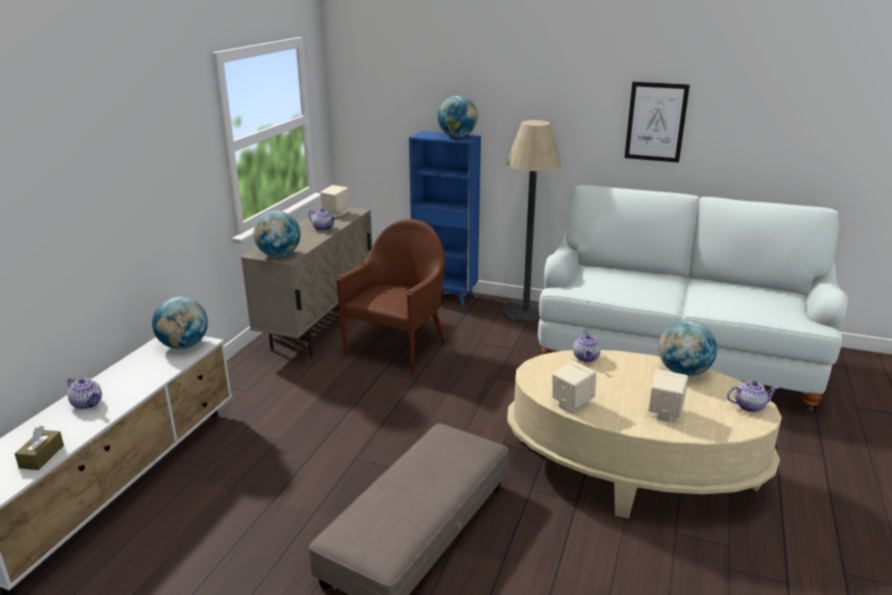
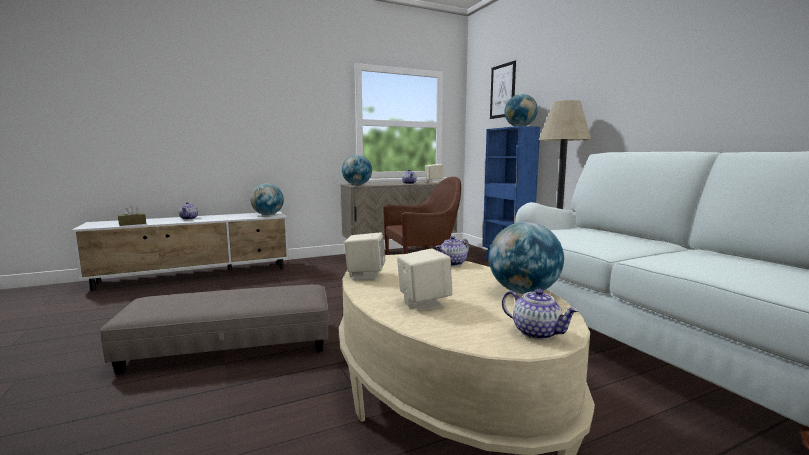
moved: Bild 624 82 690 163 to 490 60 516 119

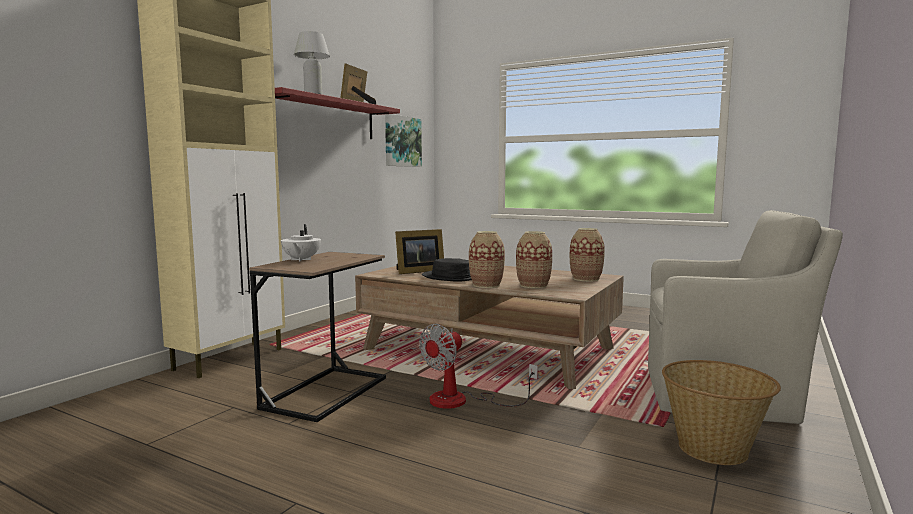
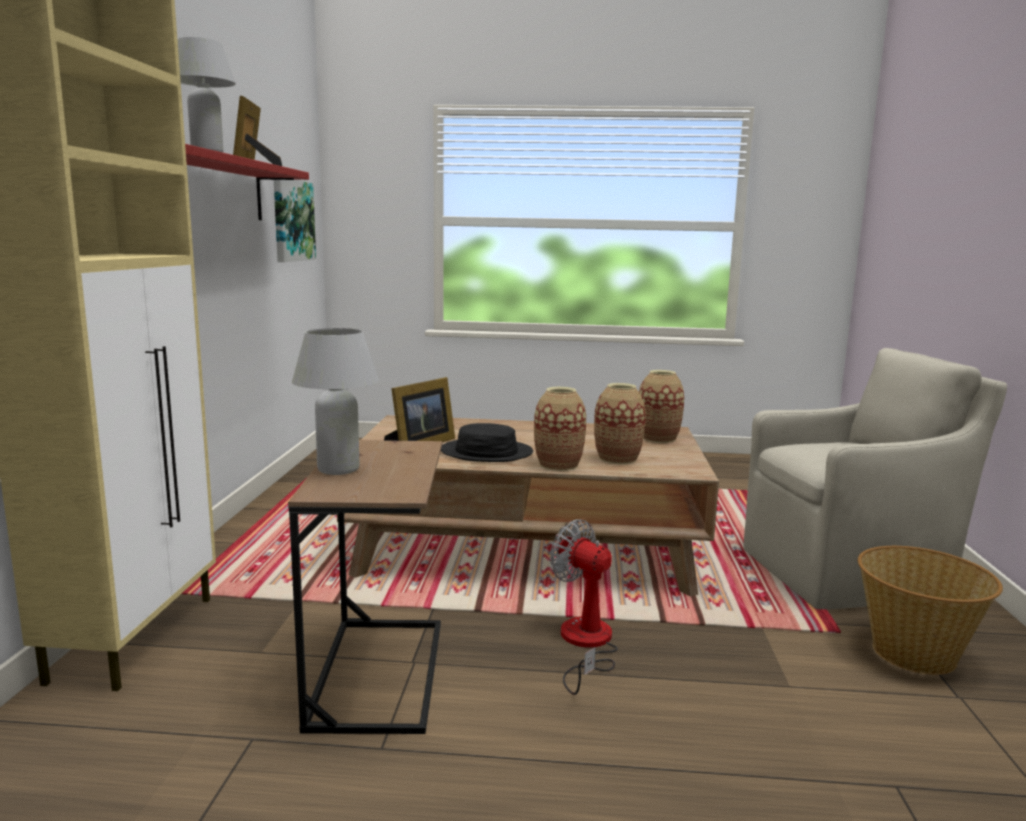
replaced: Teekanne/weiß 281 224 321 262 to Tischlampe/weiß 292 328 379 475
turned: Ventilator 419 324 538 409 = 550 519 618 695 120 degrees clockwise

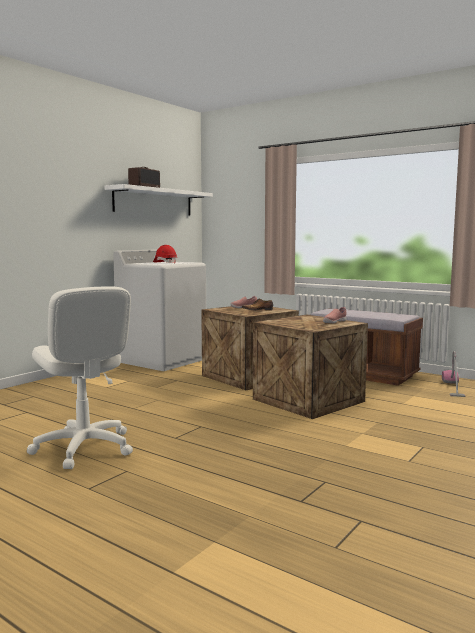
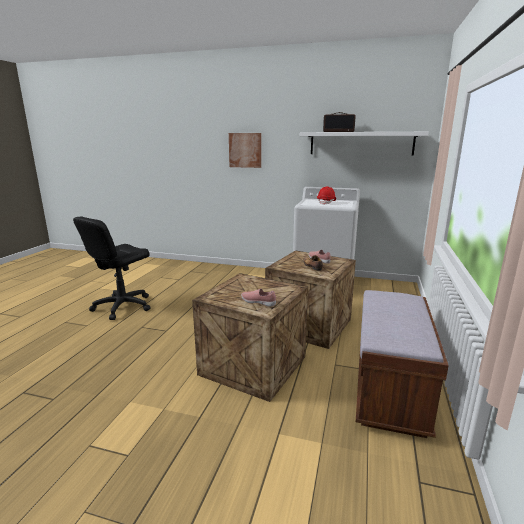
removed: Staubsauger 442 351 465 397
added: Bild 229 133 261 168
recoloured: Bürostuhl/weiß 27 287 133 469 to Bürostuhl/schwarz 73 217 151 320

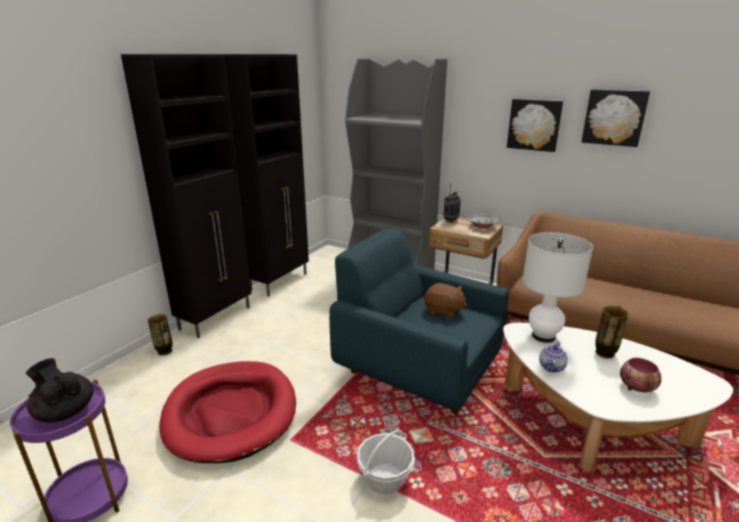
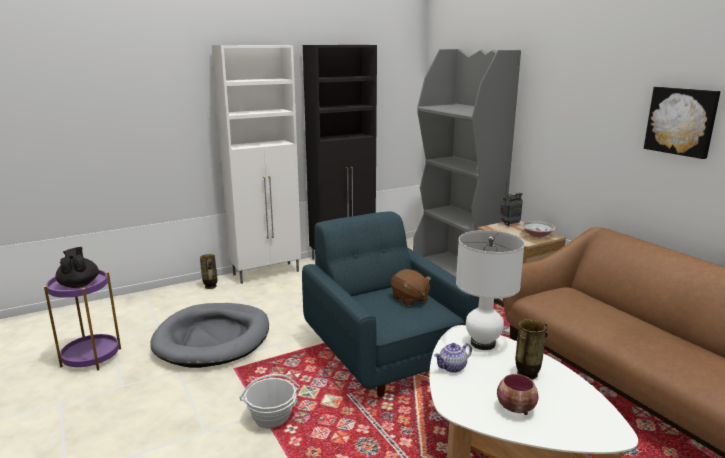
removed: Bild 507 99 563 152
recoloured: Schrank/schwarz 121 54 252 338 to Schrank/weiß 212 45 301 284; Hundebett/rot 159 361 296 463 to Hundebett/grau 150 303 269 368

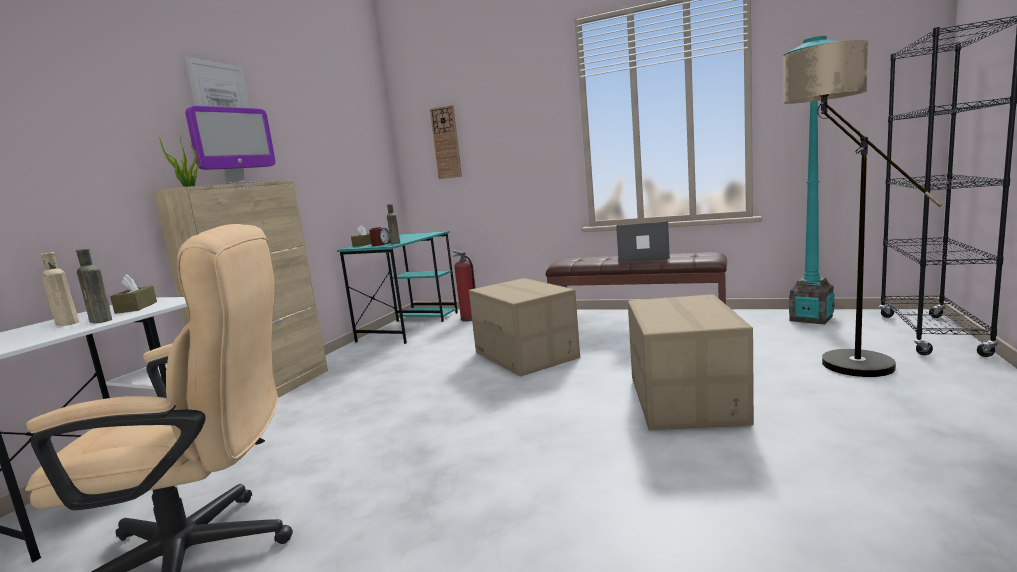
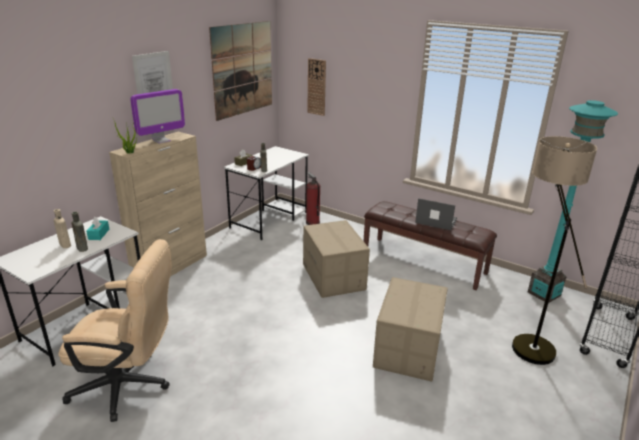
added: Bild 209 21 272 121
recoloured: Taschentuchbox/braun 110 274 157 314 to Taschentuchbox/türkis 86 217 109 240; Schreibtisch/türkis 337 231 458 344 to Schreibtisch/weiß 223 146 309 240

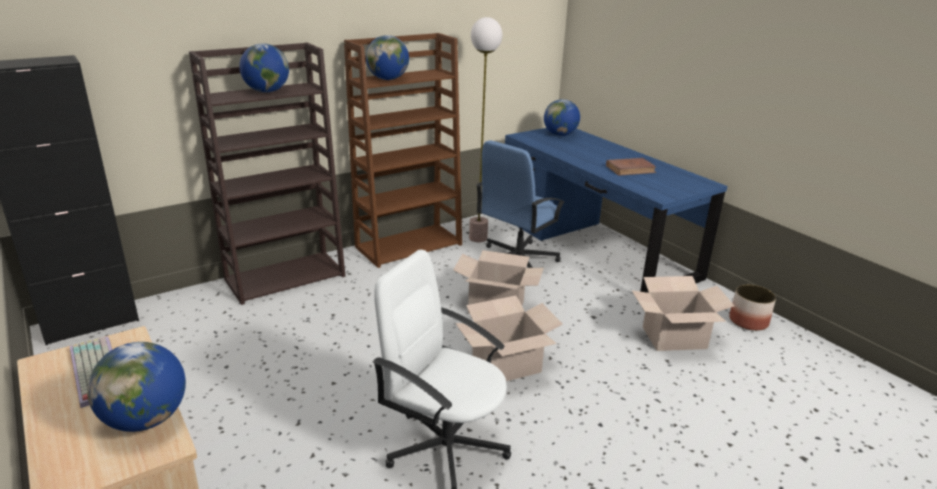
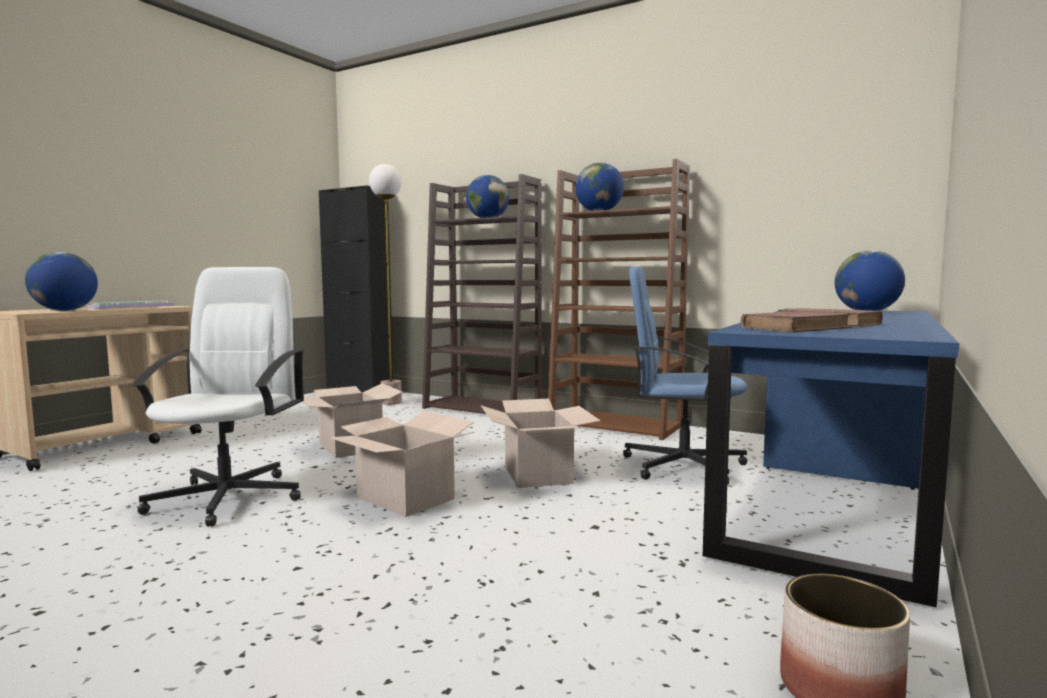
added: Buch/braun 741 311 853 332
moved: Stehlampe 469 17 502 242 to 369 164 402 405; Karton 632 276 734 351 to 295 383 402 458

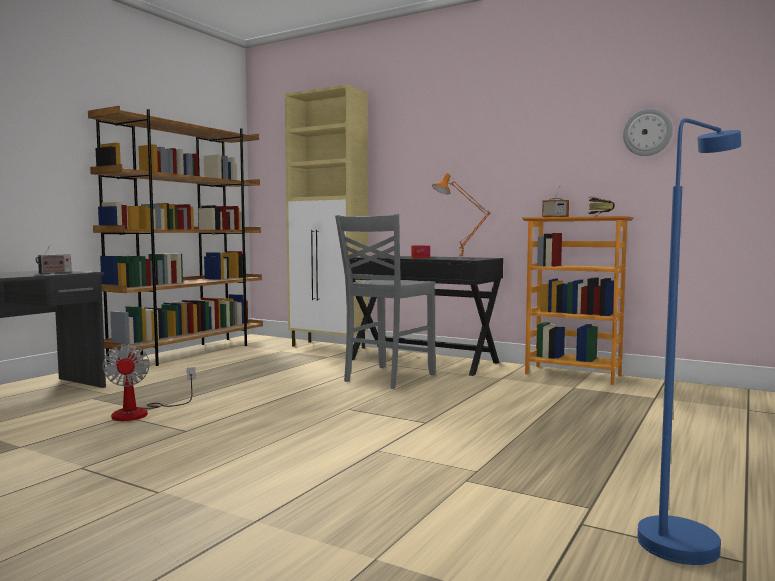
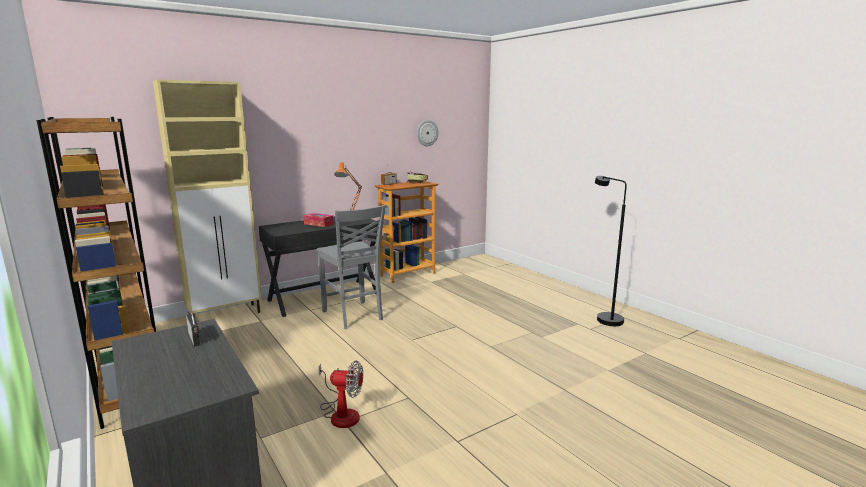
recoloured: Stehlampe/blau 637 118 741 565 to Stehlampe/schwarz 595 176 627 326

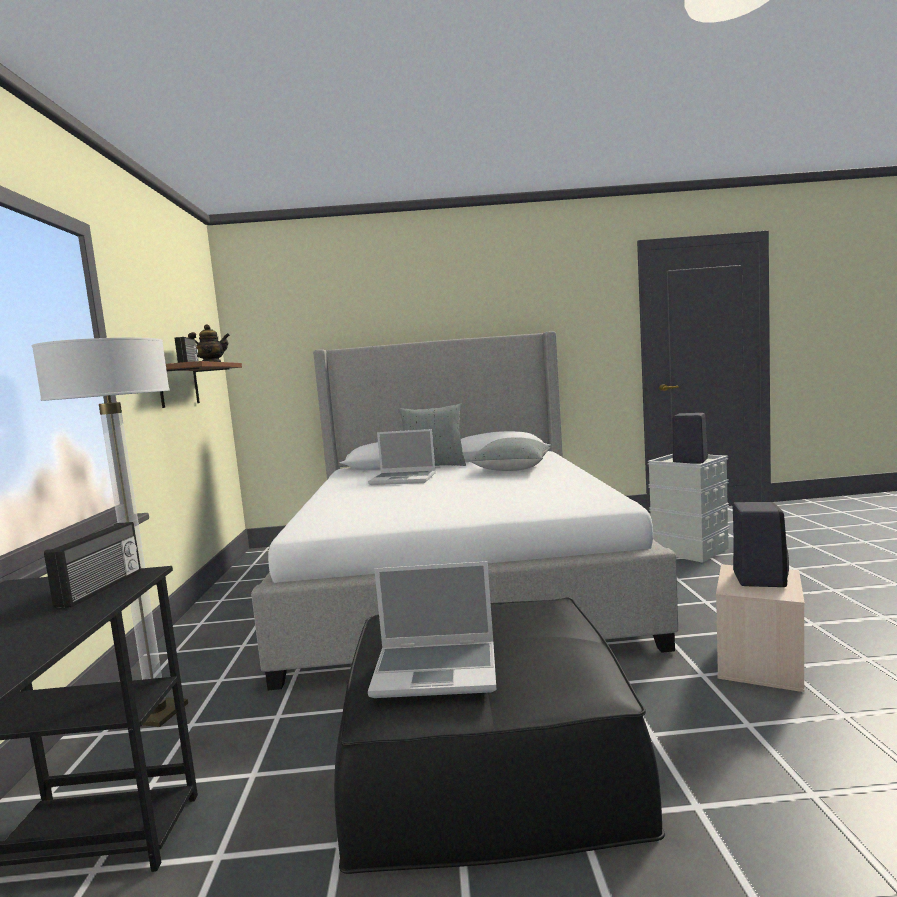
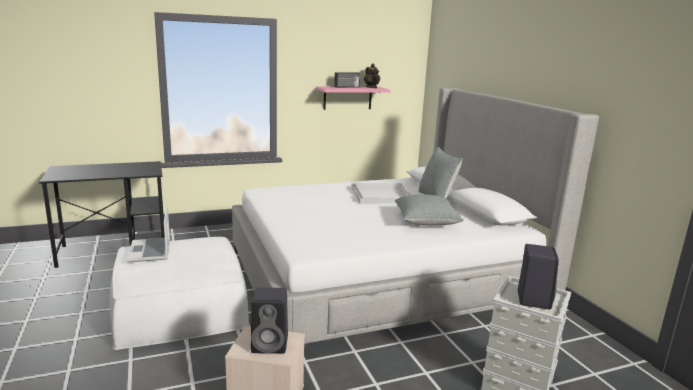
removed: Stehlampe 32 337 188 727; Radio 44 522 141 608
replaced: Laptop 368 429 436 485 to Tablett/weiß 351 183 411 204
recoloured: Wandregal/braun 160 361 242 408 to Wandregal/rosa 316 86 391 110; Polsterhocker/schwarz 334 598 665 874 to Polsterhocker/weiß 109 237 250 350

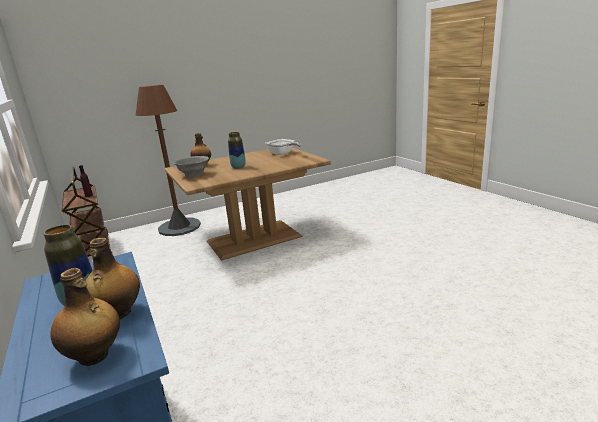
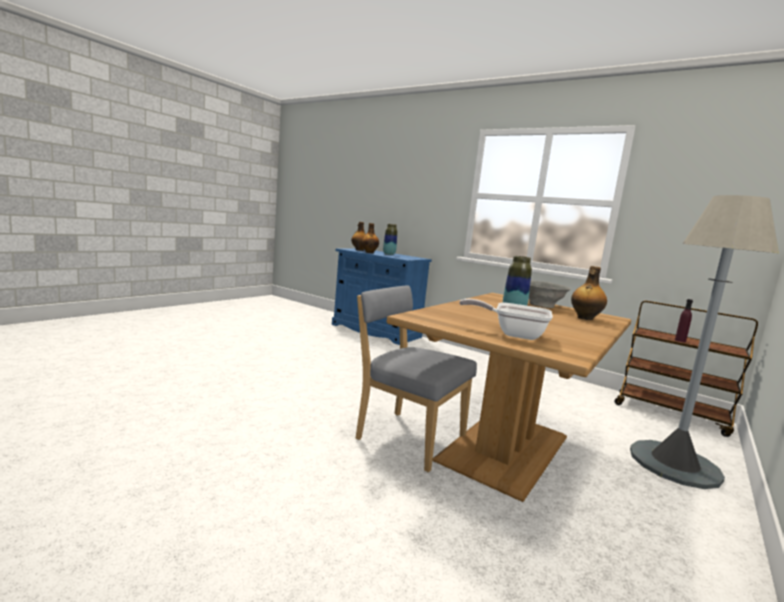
added: Stuhl/grau 356 285 477 472
recoloured: Stehlampe/braun 135 85 201 236 to Stehlampe/grau 630 195 779 489

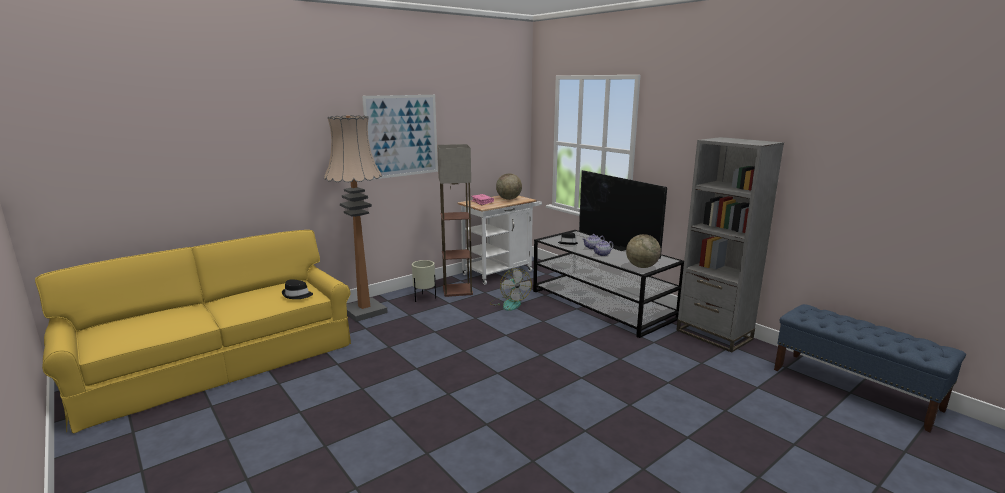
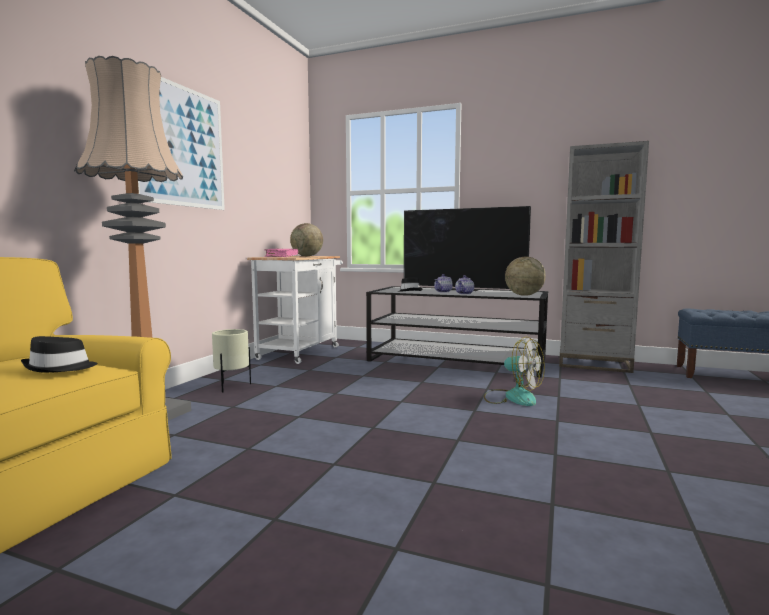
removed: Stehlampe 437 144 473 297
moved: Ventilator 490 268 532 311 to 484 337 545 406

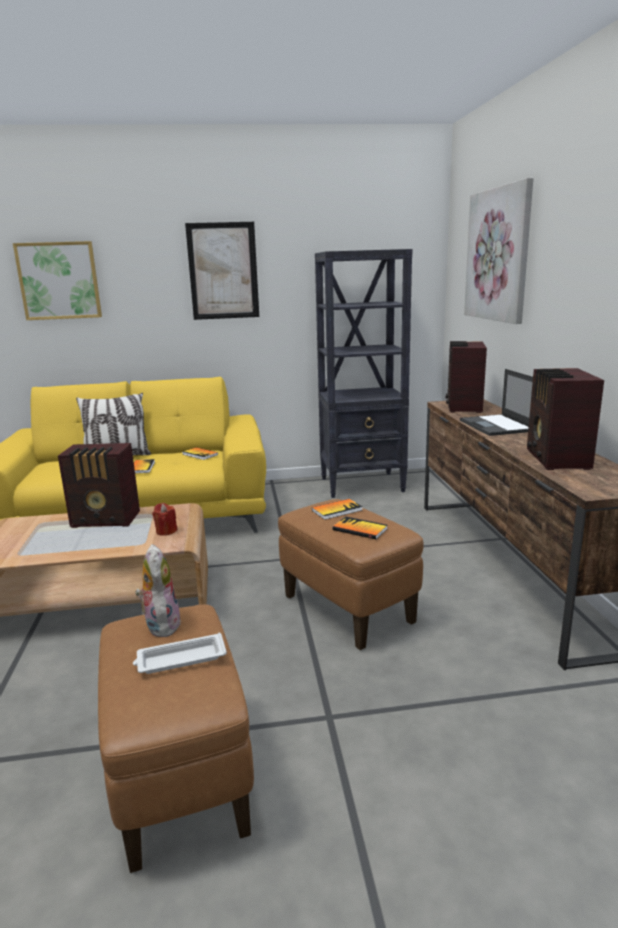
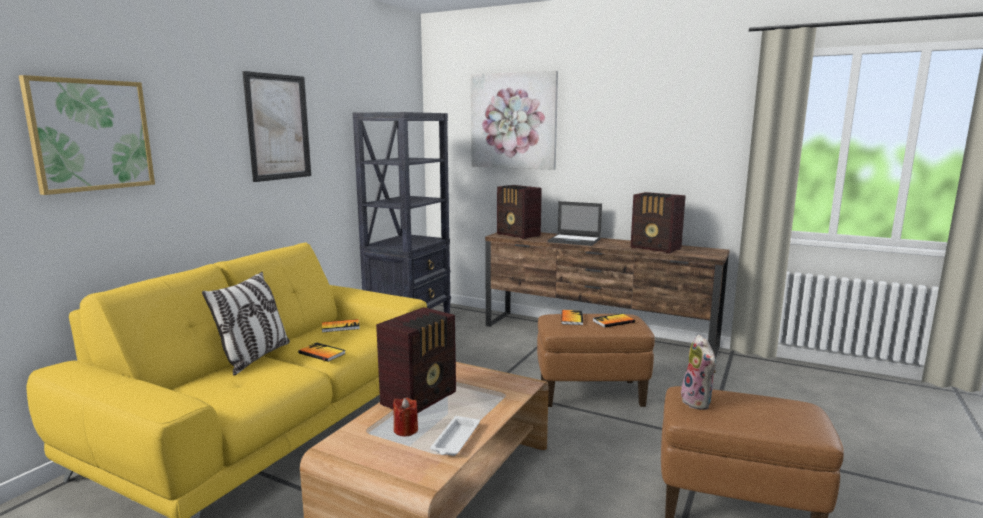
moved: Tablett/weiß 133 633 227 674 to 430 416 480 456; Kerze/rot 153 503 178 536 to 393 398 418 436
turned: Plüschtier 136 544 182 637 = 681 335 716 410 120 degrees counterclockwise

